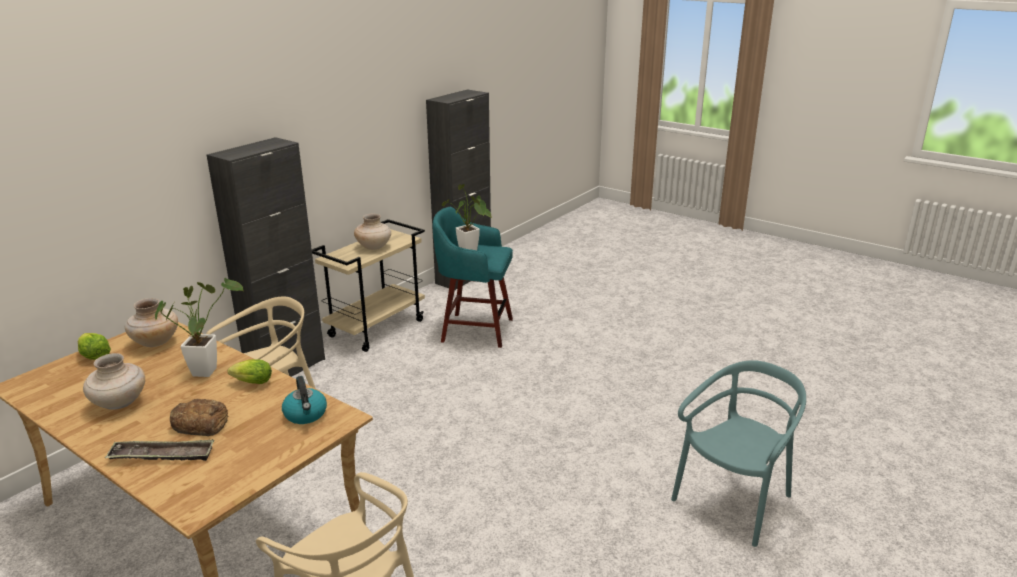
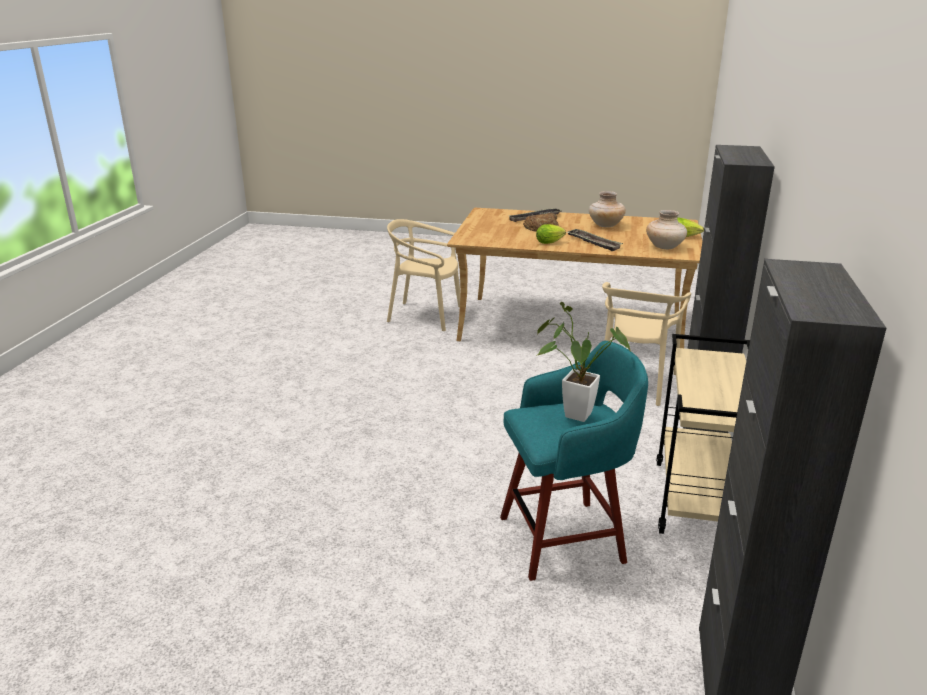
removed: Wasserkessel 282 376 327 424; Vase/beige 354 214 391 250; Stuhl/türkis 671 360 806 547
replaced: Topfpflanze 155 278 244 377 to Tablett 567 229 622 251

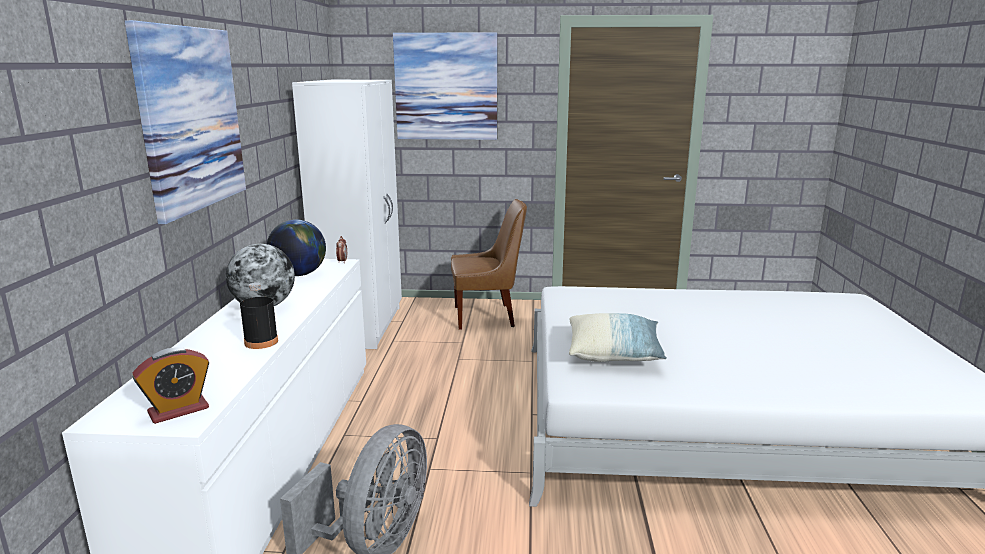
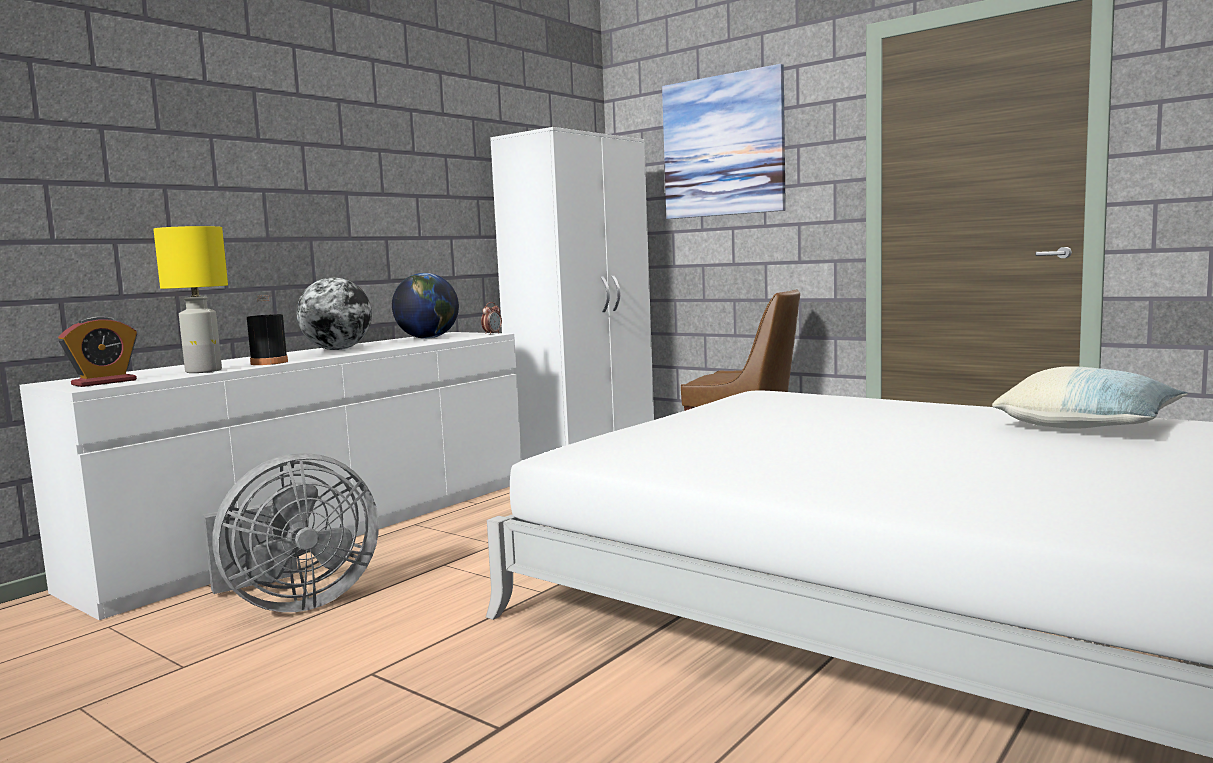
removed: Bild 125 20 246 224
added: Tischlampe/gelb 153 226 228 373
moved: Kissen 569 313 667 362 to 992 366 1188 429
turned: Wecker 132 347 209 424 = 58 316 137 387 45 degrees counterclockwise

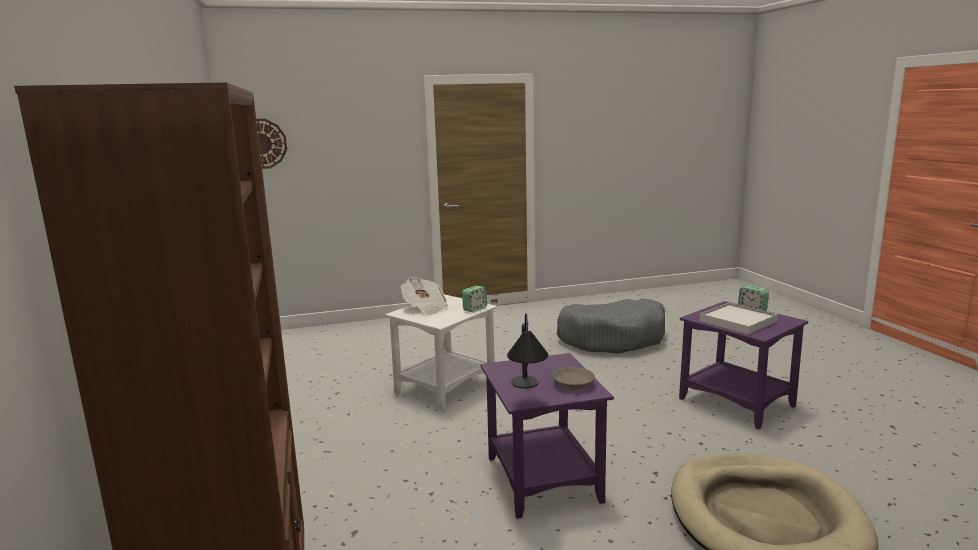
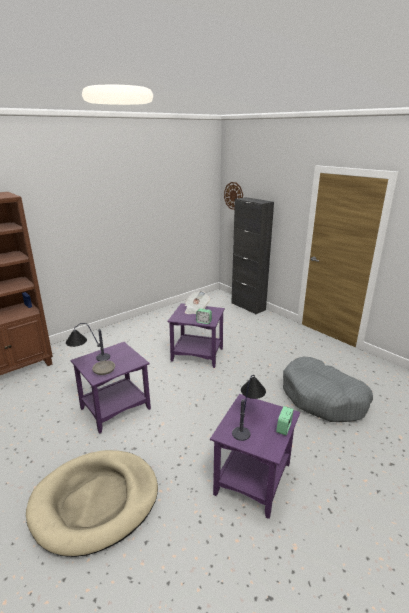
added: Schrank/schwarz 231 197 274 315
replaced: Tablett/weiß 700 303 777 334 to Tischlampe 232 375 266 441
recoloured: Beistelltisch/weiß 385 294 497 411 to Beistelltisch/lila 167 303 225 368

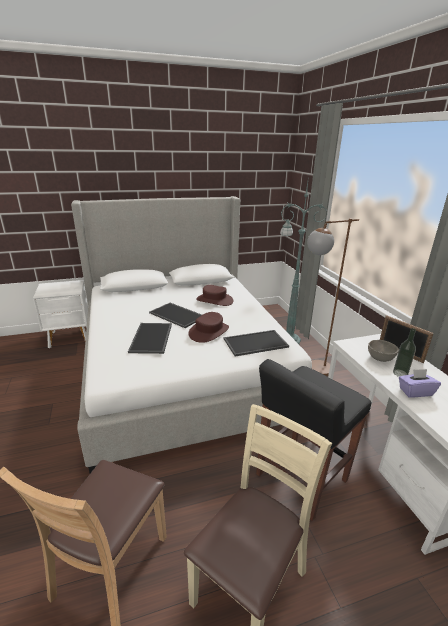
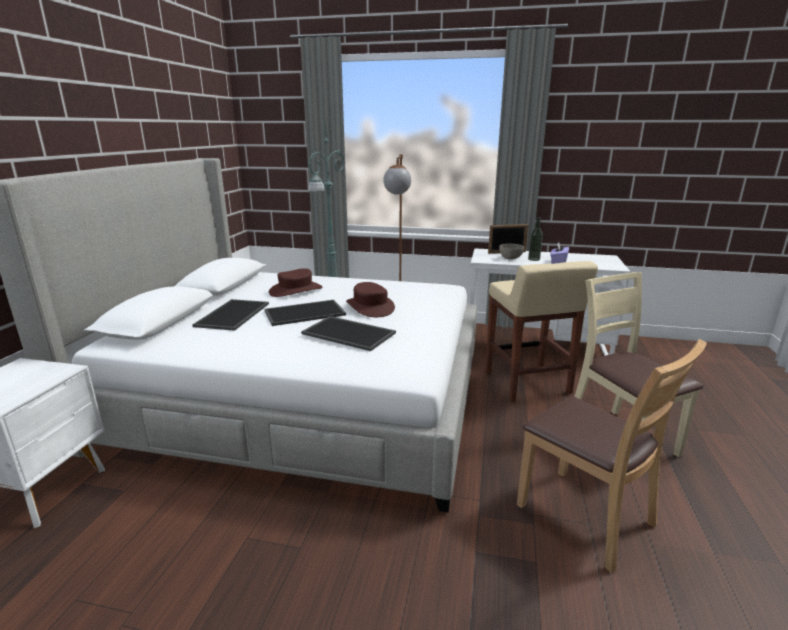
moved: Tablett 224 330 289 356 to 192 299 269 331
recoloured: Hocker/schwarz 256 359 372 521 to Hocker/beige 486 261 598 401

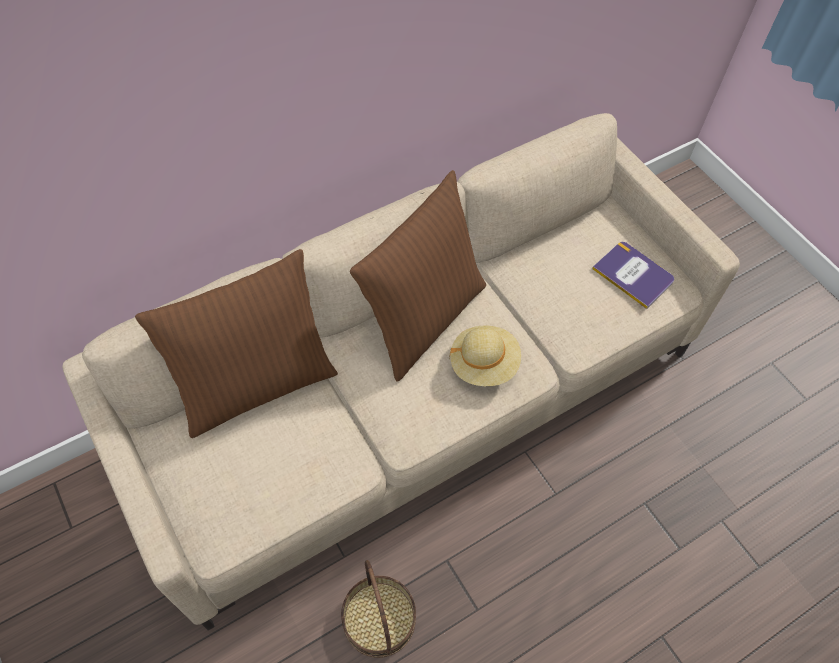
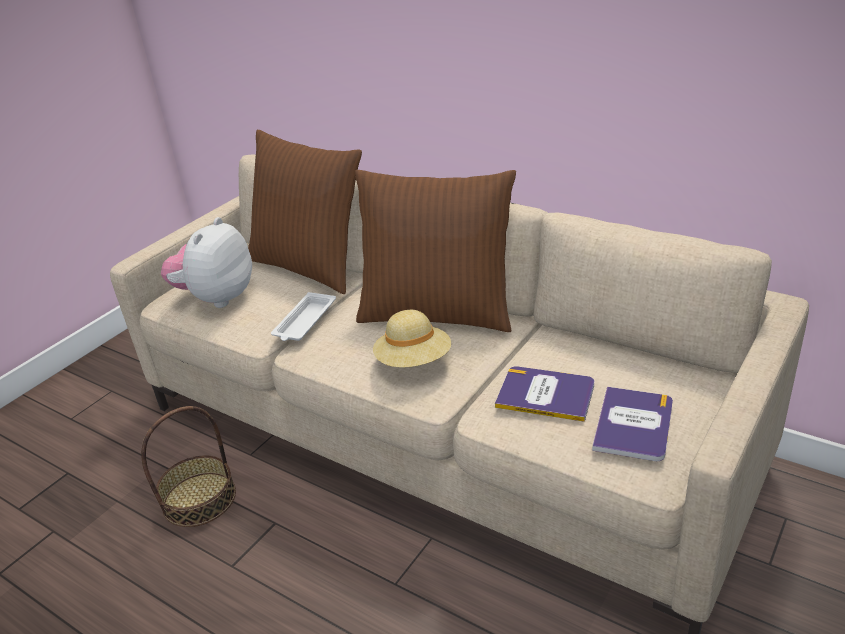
added: Plüschtier 161 217 252 308; Tablett/weiß 271 292 336 341; Buch 495 366 594 422

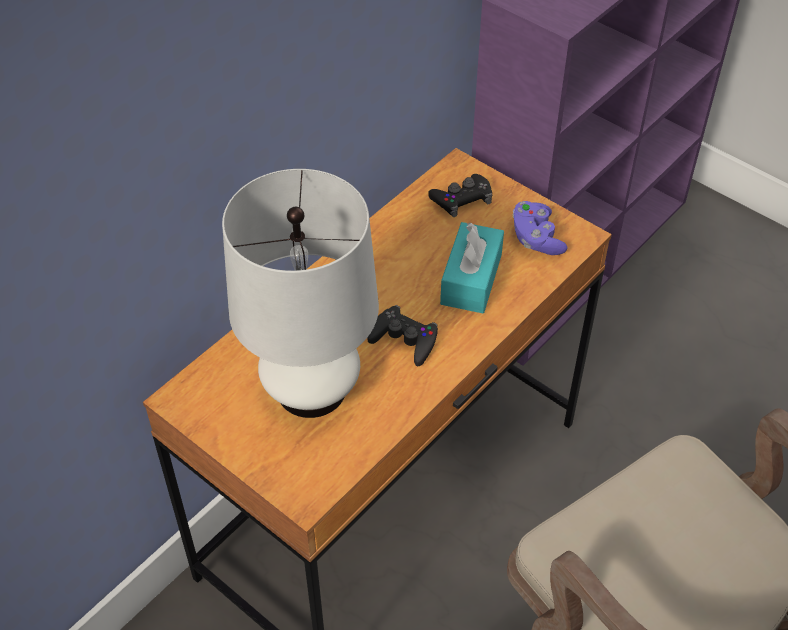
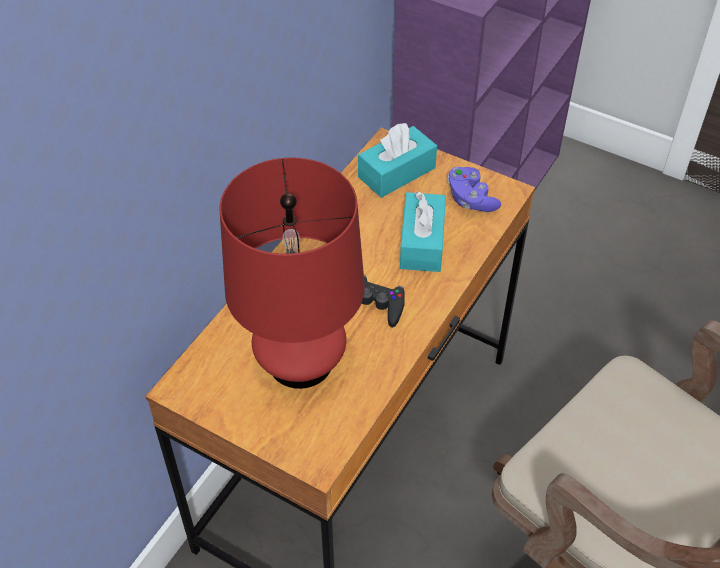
replaced: Gamepad/schwarz 428 174 492 217 to Taschentuchbox/türkis 358 123 437 198
recoloured: Tischlampe/weiß 222 169 379 418 to Tischlampe/rot 219 157 365 389

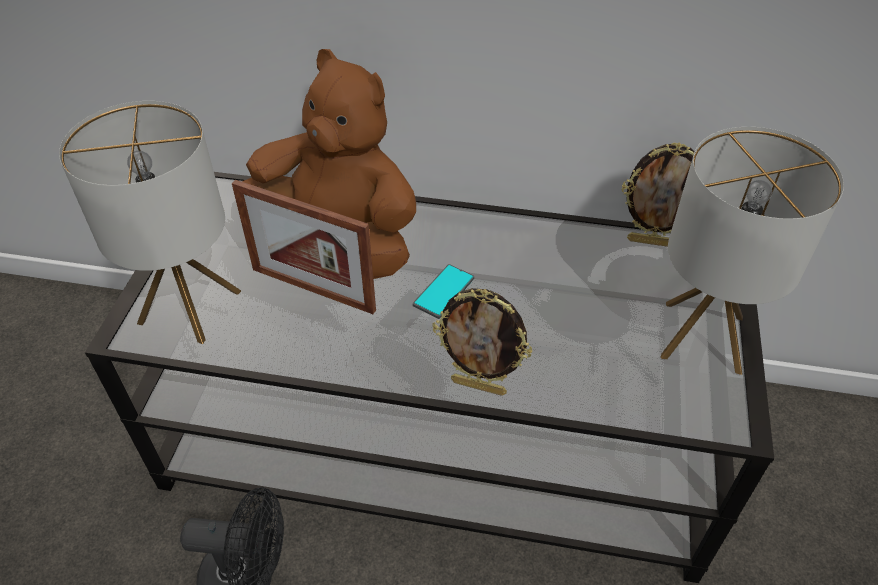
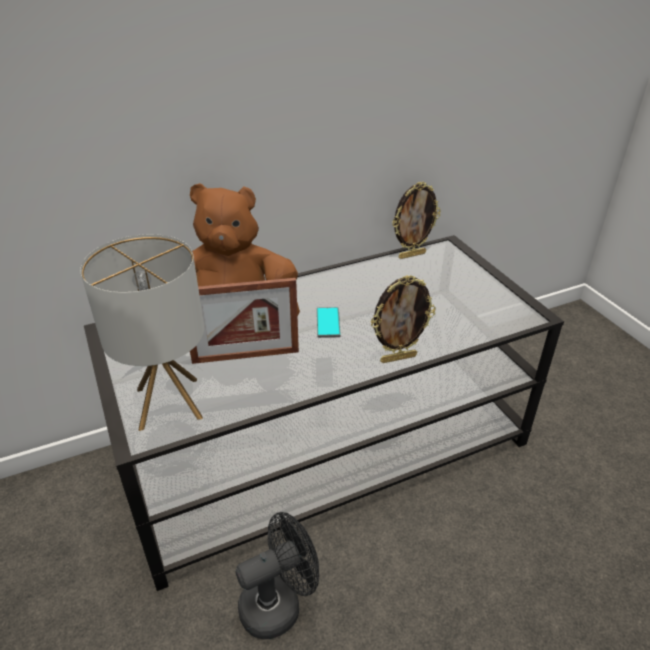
removed: Tischlampe 660 127 844 375

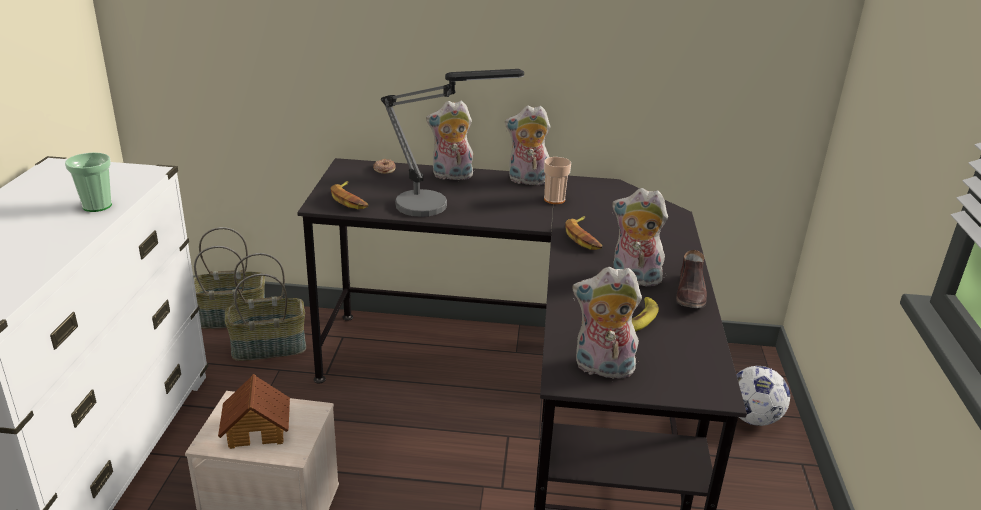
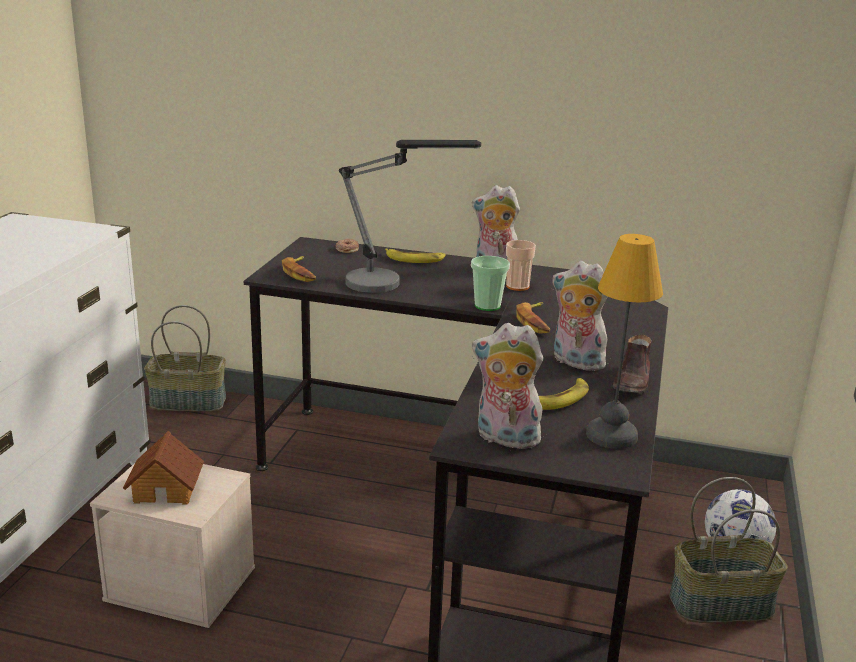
added: Tischlampe 586 234 663 449
moved: Tasse 65 152 112 212 to 471 256 510 311; Korb 225 253 306 361 to 670 477 788 623
replaced: Plüschtier 426 101 473 182 to Banane 385 248 446 263

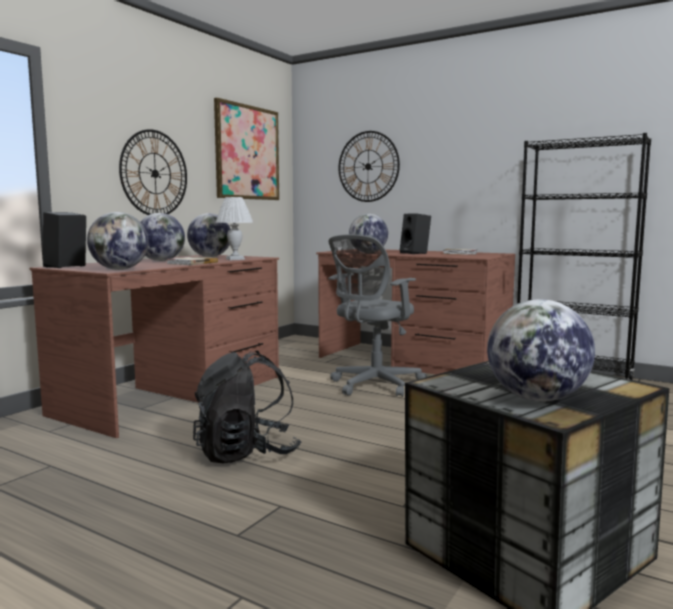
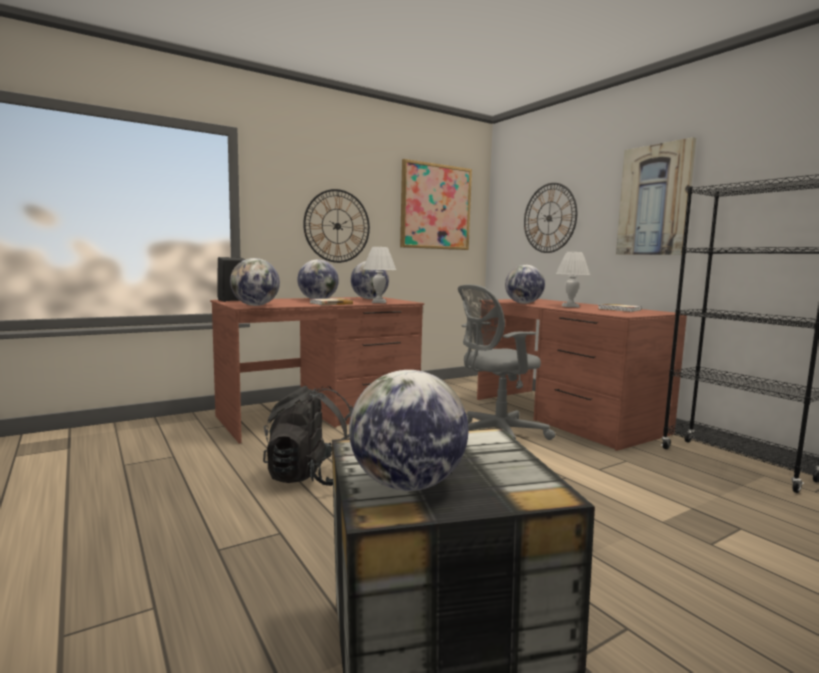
added: Bild 616 137 696 255
replaced: Lautsprecher/schwarz 400 214 431 254 to Tischlampe/weiß 556 252 590 307

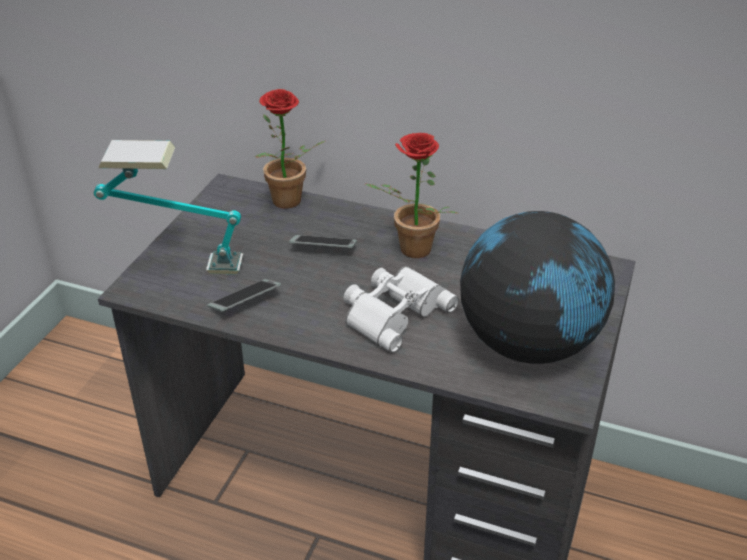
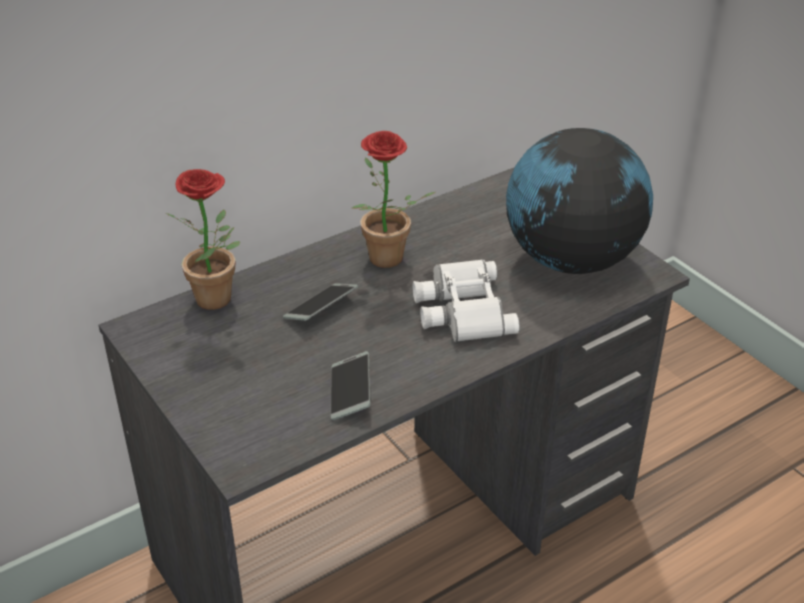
removed: Tischlampe 94 140 243 274

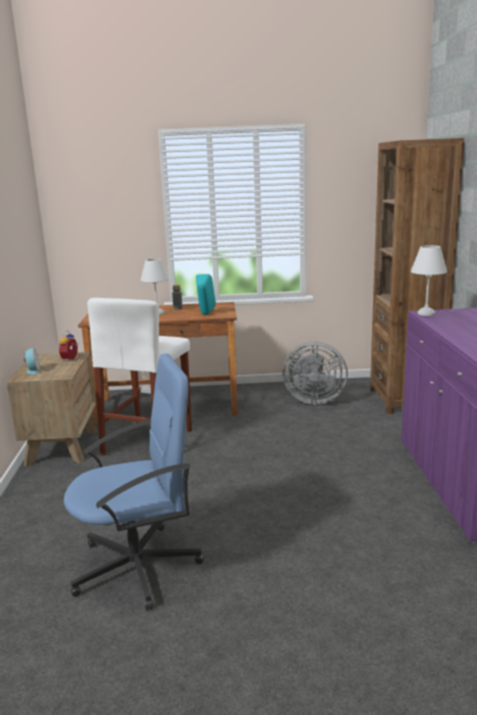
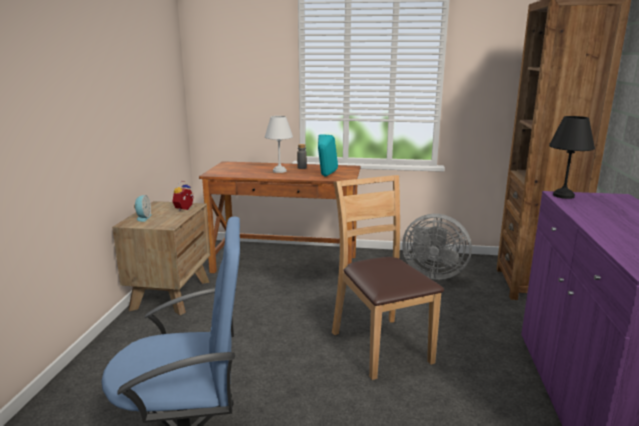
removed: Hocker/weiß 87 298 192 456
added: Stuhl/braun 332 175 444 380
recoloured: Tischlampe/weiß 411 245 447 316 to Tischlampe/schwarz 549 116 595 199

